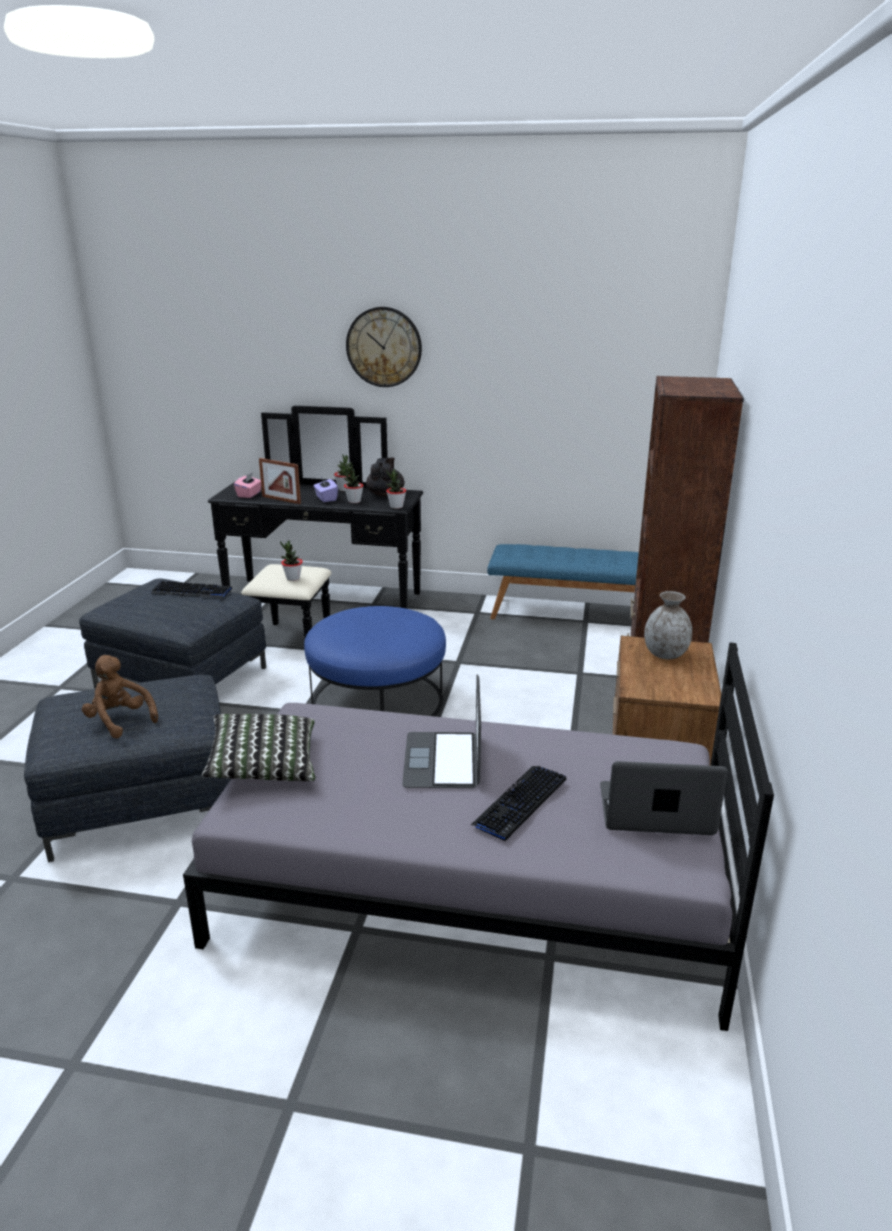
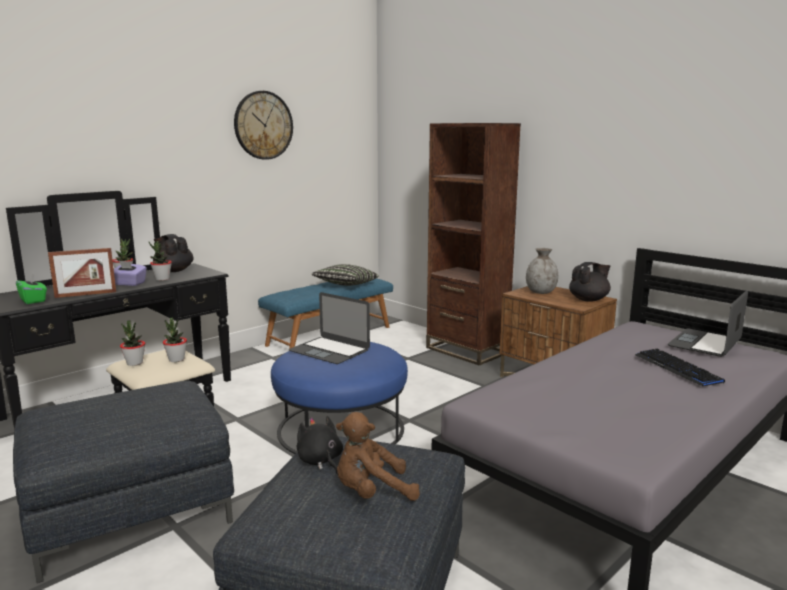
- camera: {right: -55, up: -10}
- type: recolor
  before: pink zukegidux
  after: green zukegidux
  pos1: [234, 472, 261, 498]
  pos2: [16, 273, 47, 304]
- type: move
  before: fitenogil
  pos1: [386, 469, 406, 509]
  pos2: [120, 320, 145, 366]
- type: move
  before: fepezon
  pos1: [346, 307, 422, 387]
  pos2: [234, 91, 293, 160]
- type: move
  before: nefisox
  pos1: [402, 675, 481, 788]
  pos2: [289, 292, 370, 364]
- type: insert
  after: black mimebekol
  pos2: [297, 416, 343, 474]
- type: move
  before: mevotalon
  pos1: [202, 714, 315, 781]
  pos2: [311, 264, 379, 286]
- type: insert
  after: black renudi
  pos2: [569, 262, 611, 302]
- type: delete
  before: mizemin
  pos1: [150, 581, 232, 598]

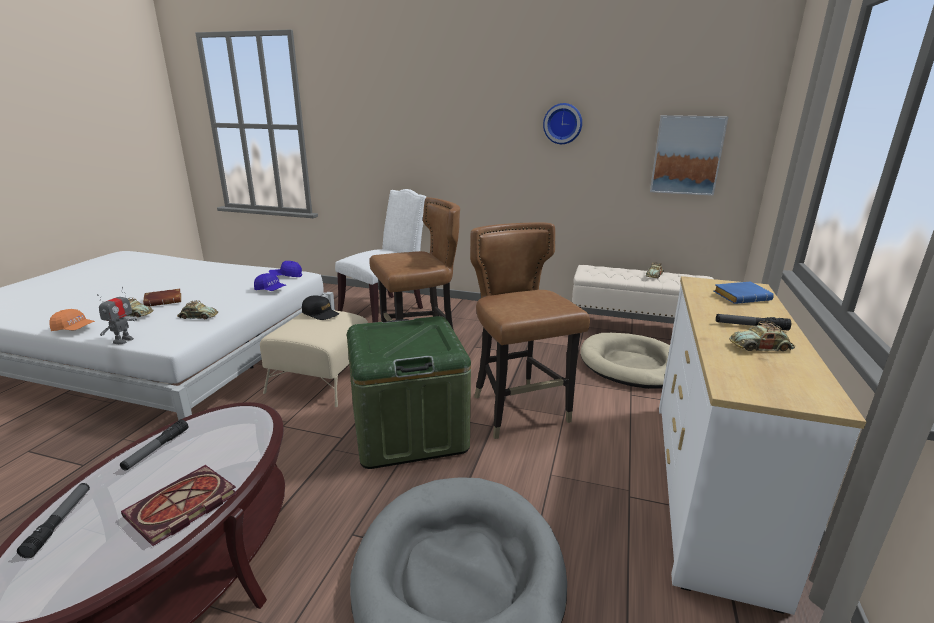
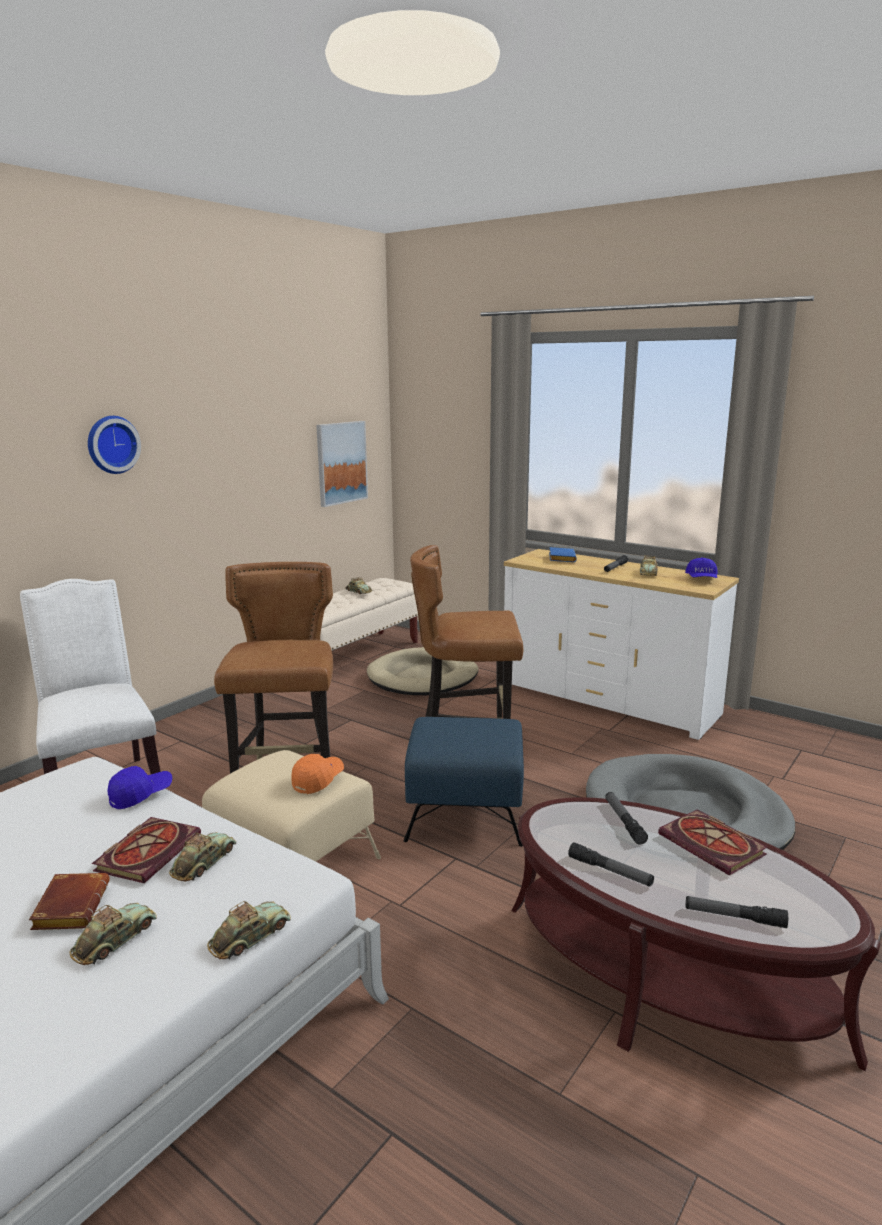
- camera: {right: -70, up: -5}
- type: move
  before: fepezon
  pos1: [543, 103, 582, 144]
  pos2: [88, 416, 141, 474]
- type: insert
  after: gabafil
  pos2: [92, 817, 201, 883]
- type: replace
  before: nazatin
  after: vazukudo
  pos1: [97, 287, 137, 344]
  pos2: [207, 901, 291, 960]
- type: move
  before: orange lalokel
  pos1: [49, 309, 95, 331]
  pos2: [291, 754, 344, 794]
- type: replace
  before: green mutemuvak
  after: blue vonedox
  pos1: [347, 316, 471, 469]
  pos2: [404, 717, 524, 847]
- type: insert
  after: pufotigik
  pos2: [605, 792, 648, 845]
- type: move
  before: blue lalokel
  pos1: [269, 261, 302, 277]
  pos2: [685, 557, 718, 578]
- type: delete
  before: black lalokel
  pos1: [302, 295, 339, 320]

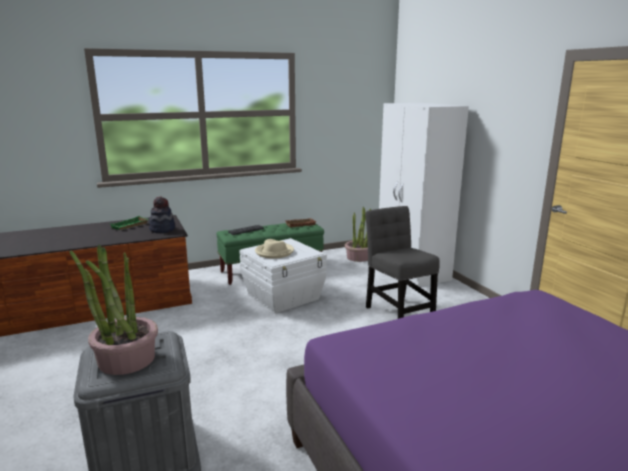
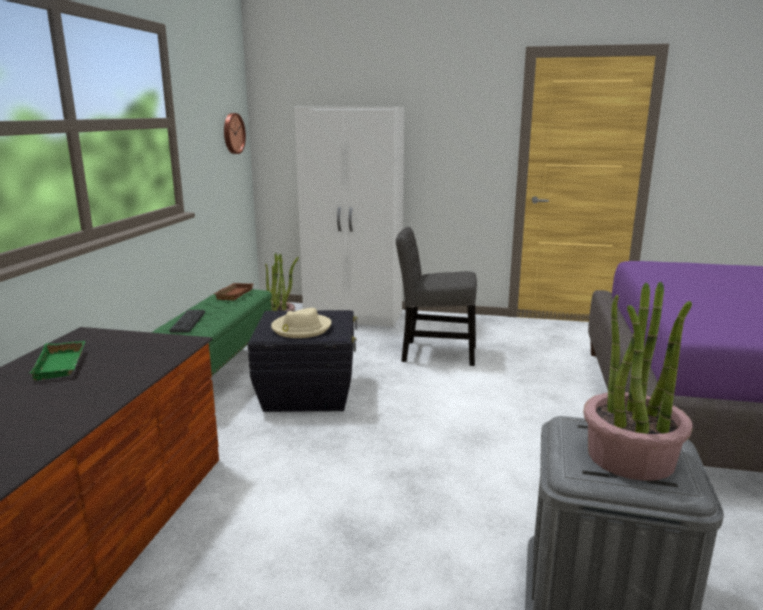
- camera: {right: -55, up: 0}
- type: insert
  after: fepezon
  pos2: [224, 113, 246, 154]
- type: recolor
  before: white mutemuvak
  after: black mutemuvak
  pos1: [239, 238, 327, 313]
  pos2: [248, 310, 357, 412]
- type: delete
  before: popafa
  pos1: [149, 197, 175, 233]

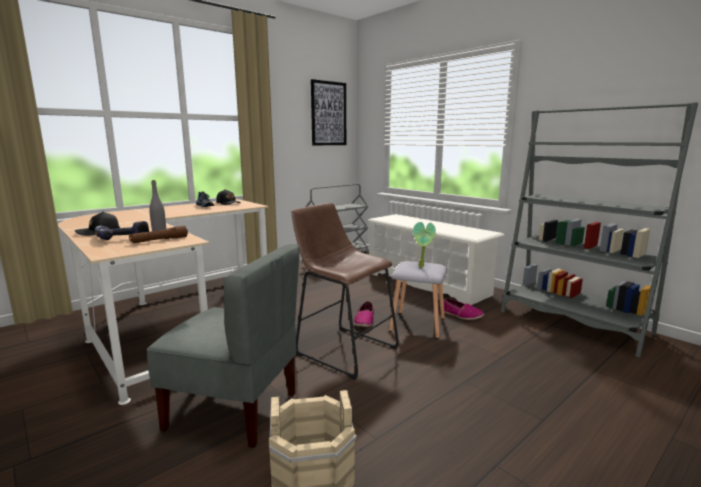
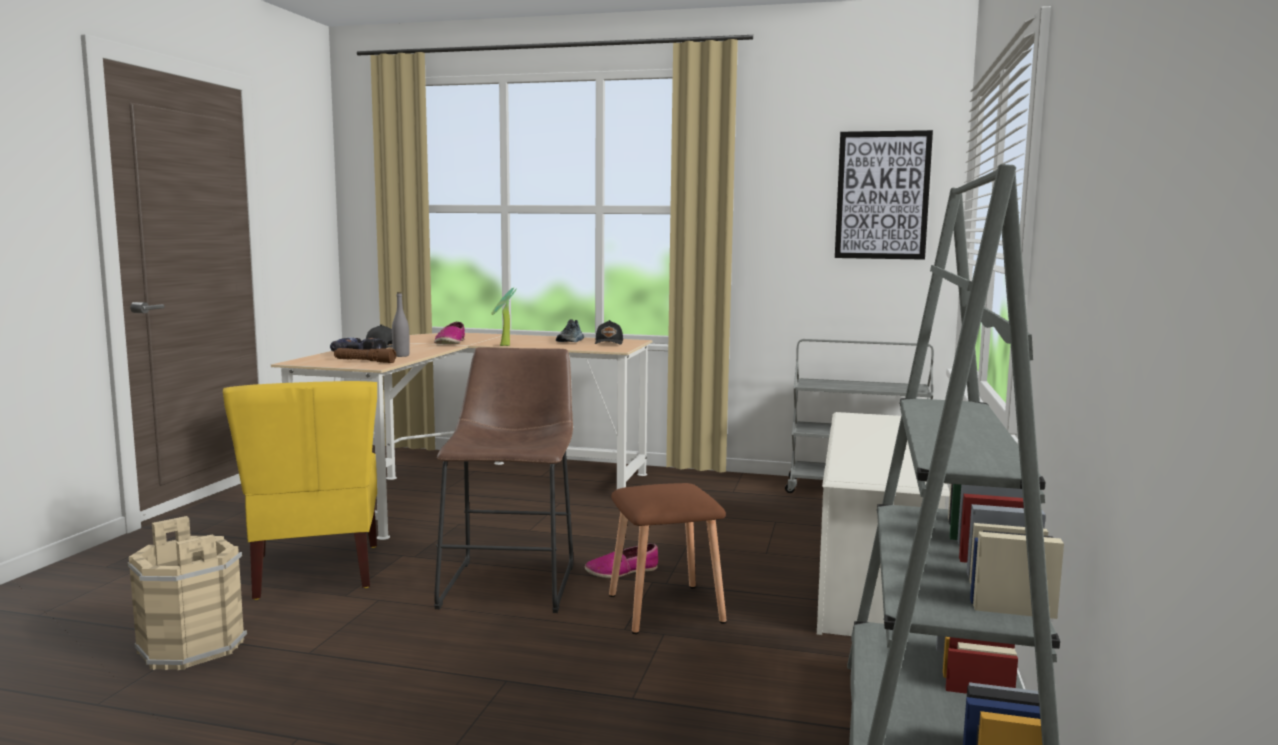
- camera: {right: 55, up: -5}
- type: recolor
  before: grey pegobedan
  after: yellow pegobedan
  pos1: [147, 244, 300, 448]
  pos2: [223, 381, 377, 600]
- type: move
  before: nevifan
  pos1: [444, 298, 484, 320]
  pos2: [434, 322, 465, 344]
- type: move
  before: fitenogil
  pos1: [413, 222, 436, 268]
  pos2: [491, 288, 517, 346]
- type: recolor
  before: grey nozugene
  after: brown nozugene
  pos1: [389, 261, 447, 339]
  pos2: [609, 483, 727, 634]

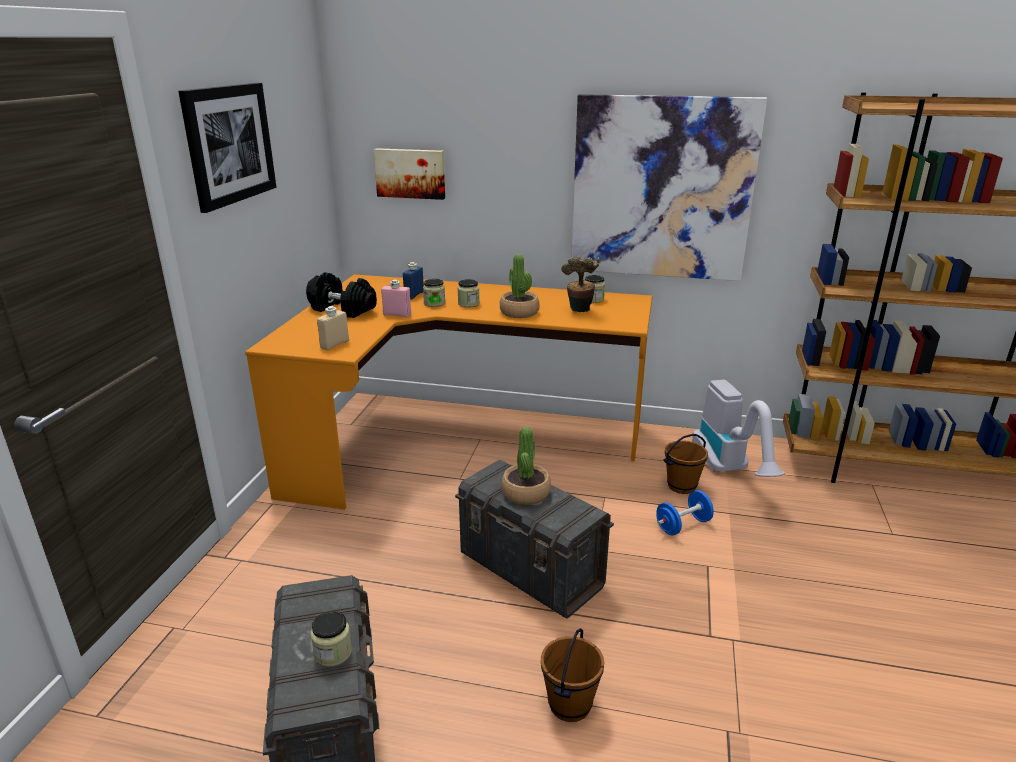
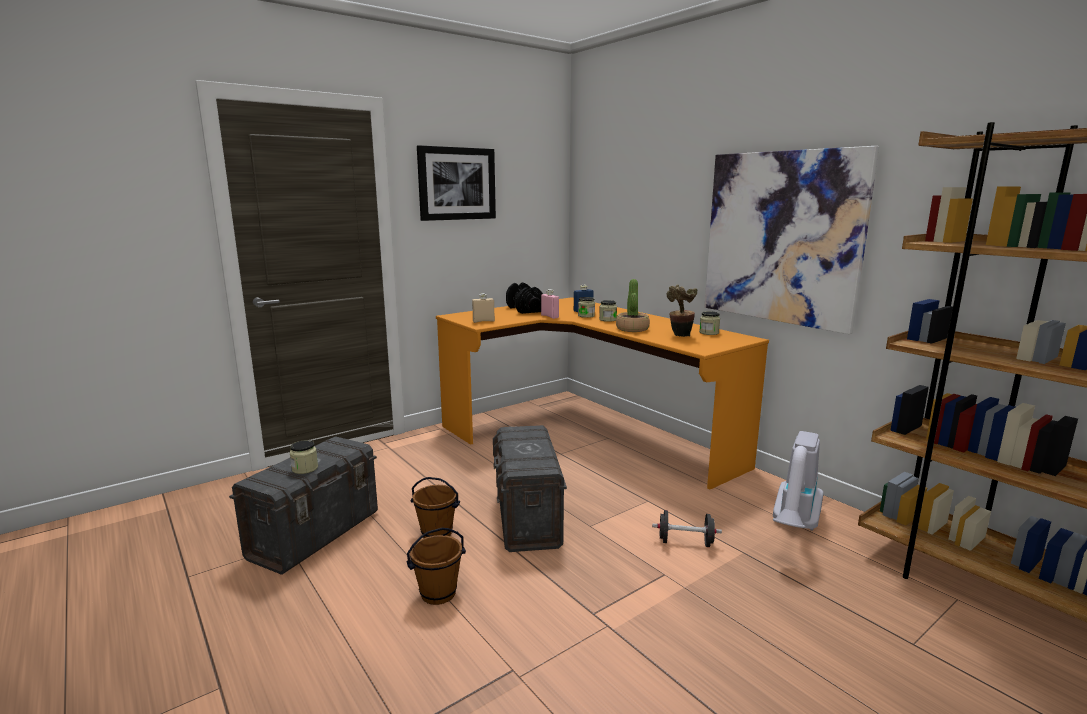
- camera: {right: 40, up: -10}
- type: move
  before: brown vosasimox
  pos1: [663, 434, 708, 494]
  pos2: [410, 477, 460, 538]
- type: recolor
  before: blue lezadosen
  after: black lezadosen
  pos1: [656, 490, 714, 535]
  pos2: [652, 510, 722, 547]
- type: delete
  before: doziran
  pos1: [373, 148, 445, 200]
- type: delete
  before: fitenogil
  pos1: [501, 427, 551, 505]

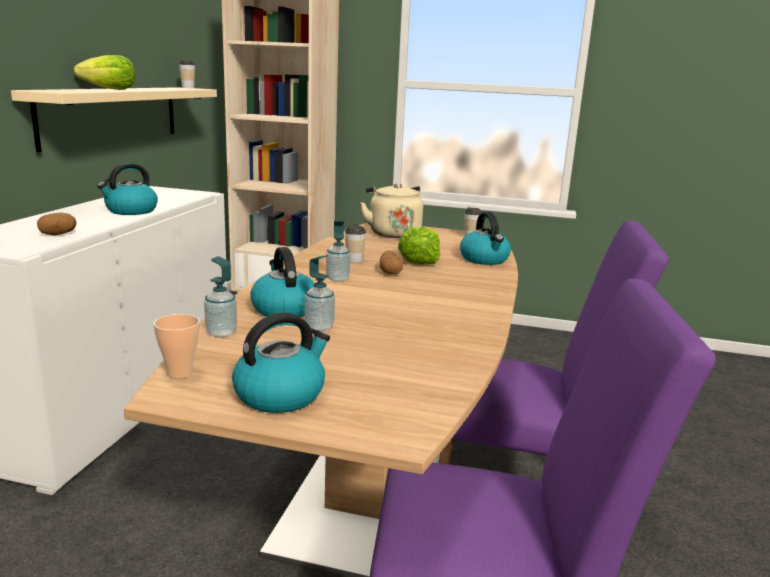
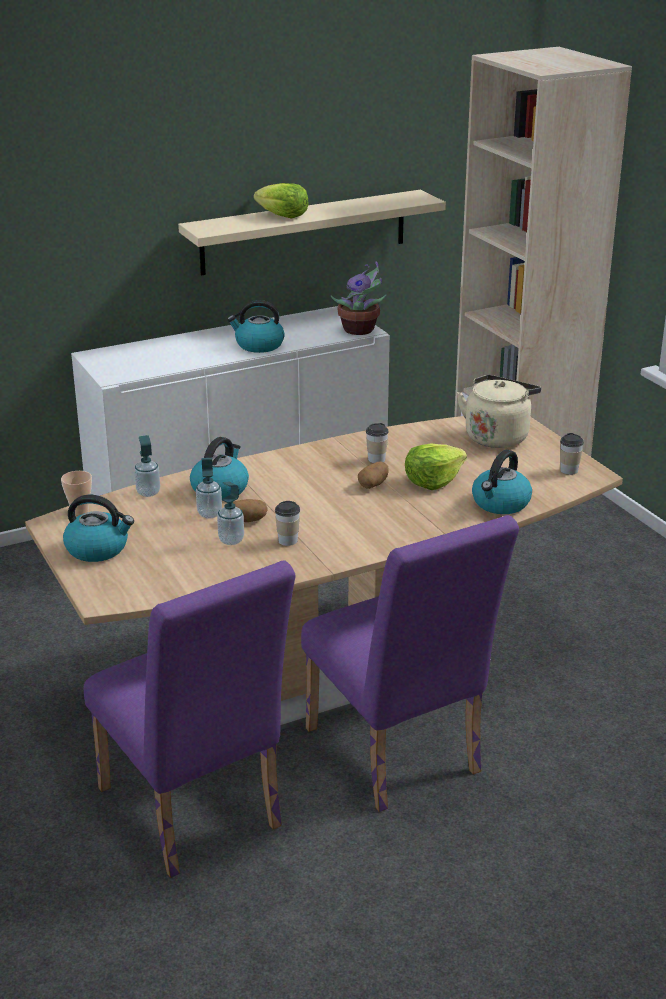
- camera: {right: 50, up: 10}
- type: move
  before: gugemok
  pos1: [326, 220, 351, 282]
  pos2: [217, 482, 244, 545]
- type: move
  before: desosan
  pos1: [37, 212, 77, 236]
  pos2: [233, 499, 268, 522]
- type: move
  before: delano
  pos1: [179, 60, 195, 88]
  pos2: [275, 501, 300, 546]
- type: insert
  after: fitenogil
  pos2: [331, 261, 386, 335]

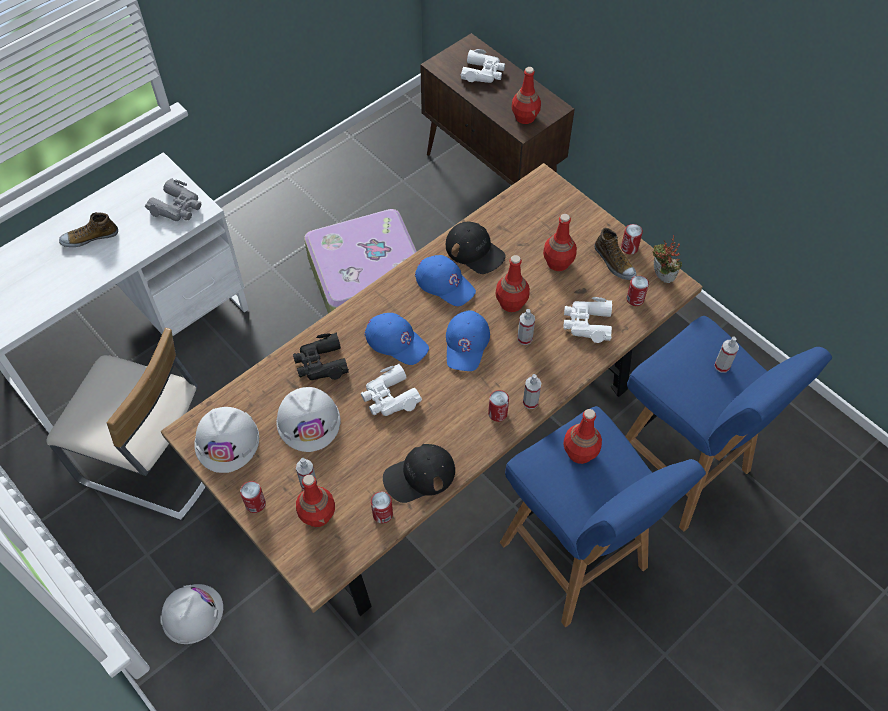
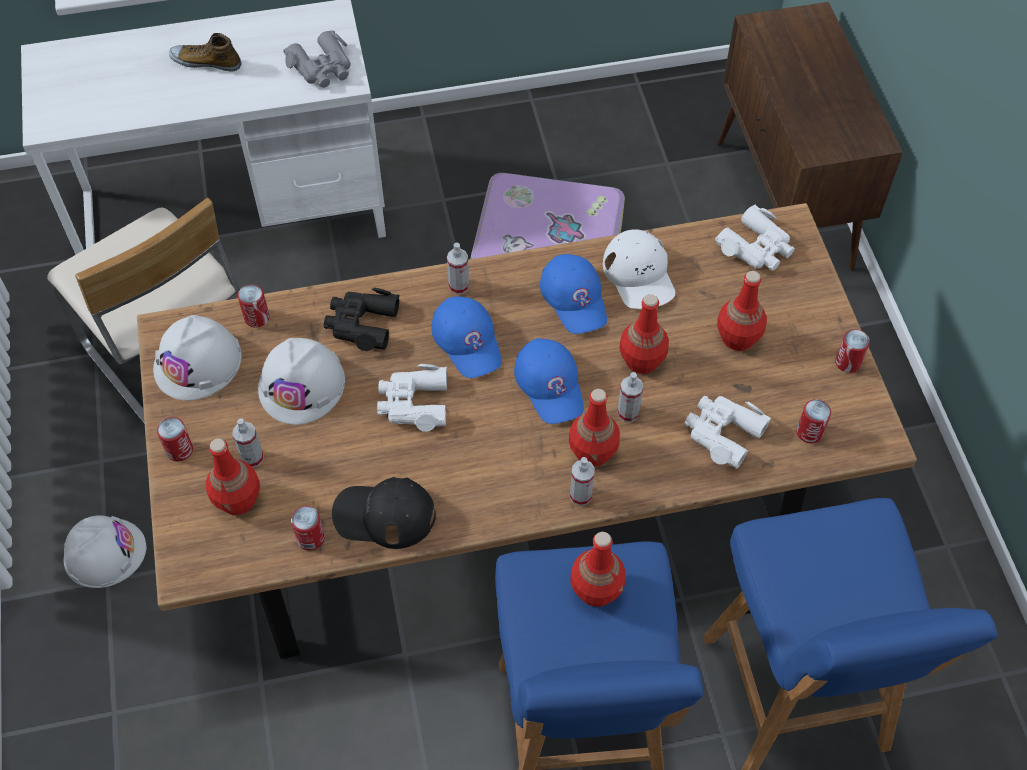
- camera: {right: 30, up: 0}
- type: move
  before: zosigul
  pos1: [488, 390, 509, 422]
  pos2: [238, 284, 270, 328]
- type: move
  before: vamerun
  pos1: [714, 337, 739, 373]
  pos2: [447, 242, 469, 294]
- type: rotate
  before: blue lalokel
  pos1: [446, 310, 490, 371]
  pos2: [514, 338, 584, 424]
  turn: -60
- type: move
  before: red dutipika
  pos1: [512, 67, 541, 124]
  pos2: [569, 389, 620, 467]
- type: recolor
  before: black lalokel
  after: white lalokel
  pos1: [446, 222, 506, 274]
  pos2: [603, 229, 675, 309]
- type: move
  before: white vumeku
  pos1: [461, 49, 505, 83]
  pos2: [715, 204, 795, 270]
- type: delete
  before: nevifan
  pos1: [594, 228, 637, 280]
- type: delete
  before: fitenogil
  pos1: [652, 235, 682, 283]

